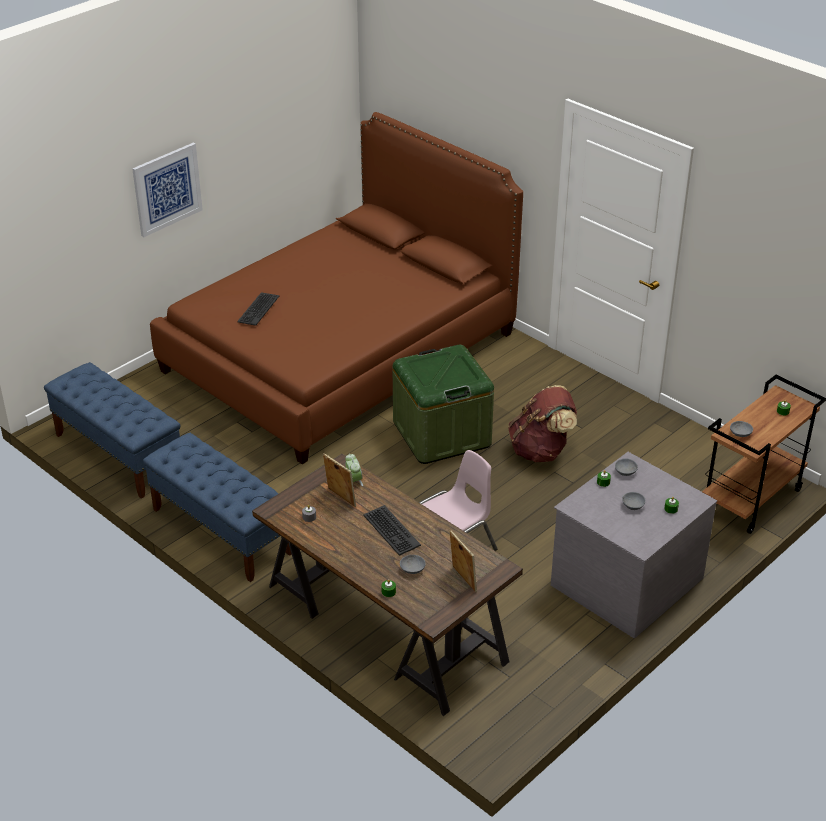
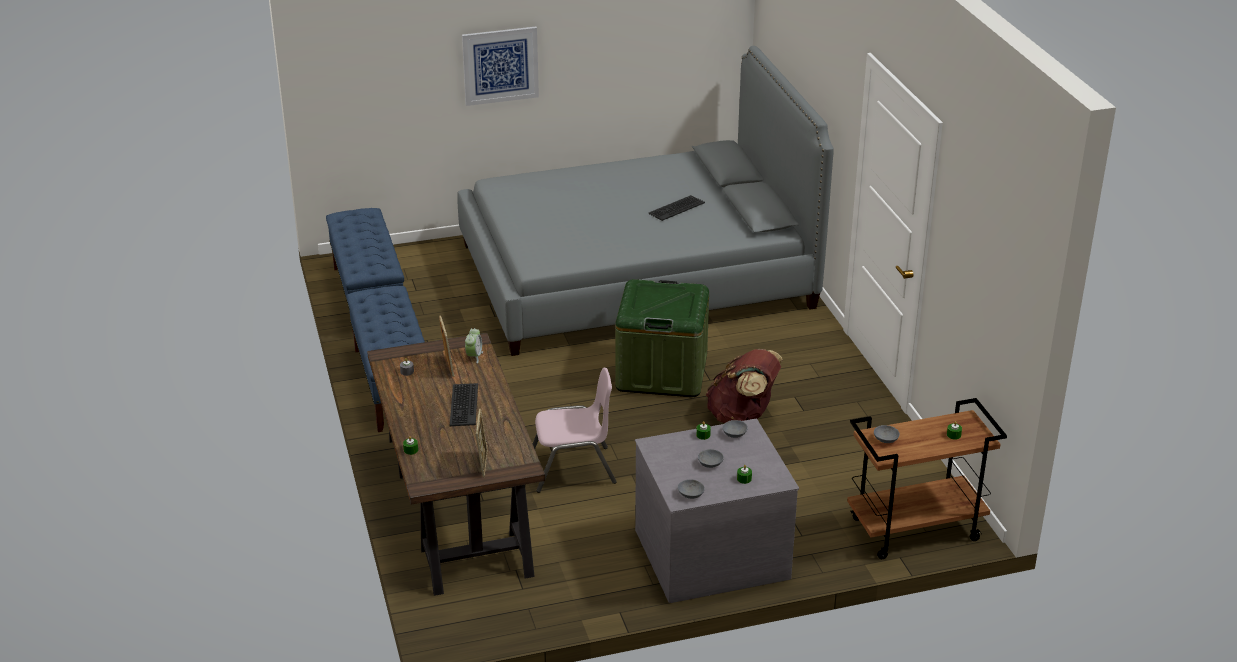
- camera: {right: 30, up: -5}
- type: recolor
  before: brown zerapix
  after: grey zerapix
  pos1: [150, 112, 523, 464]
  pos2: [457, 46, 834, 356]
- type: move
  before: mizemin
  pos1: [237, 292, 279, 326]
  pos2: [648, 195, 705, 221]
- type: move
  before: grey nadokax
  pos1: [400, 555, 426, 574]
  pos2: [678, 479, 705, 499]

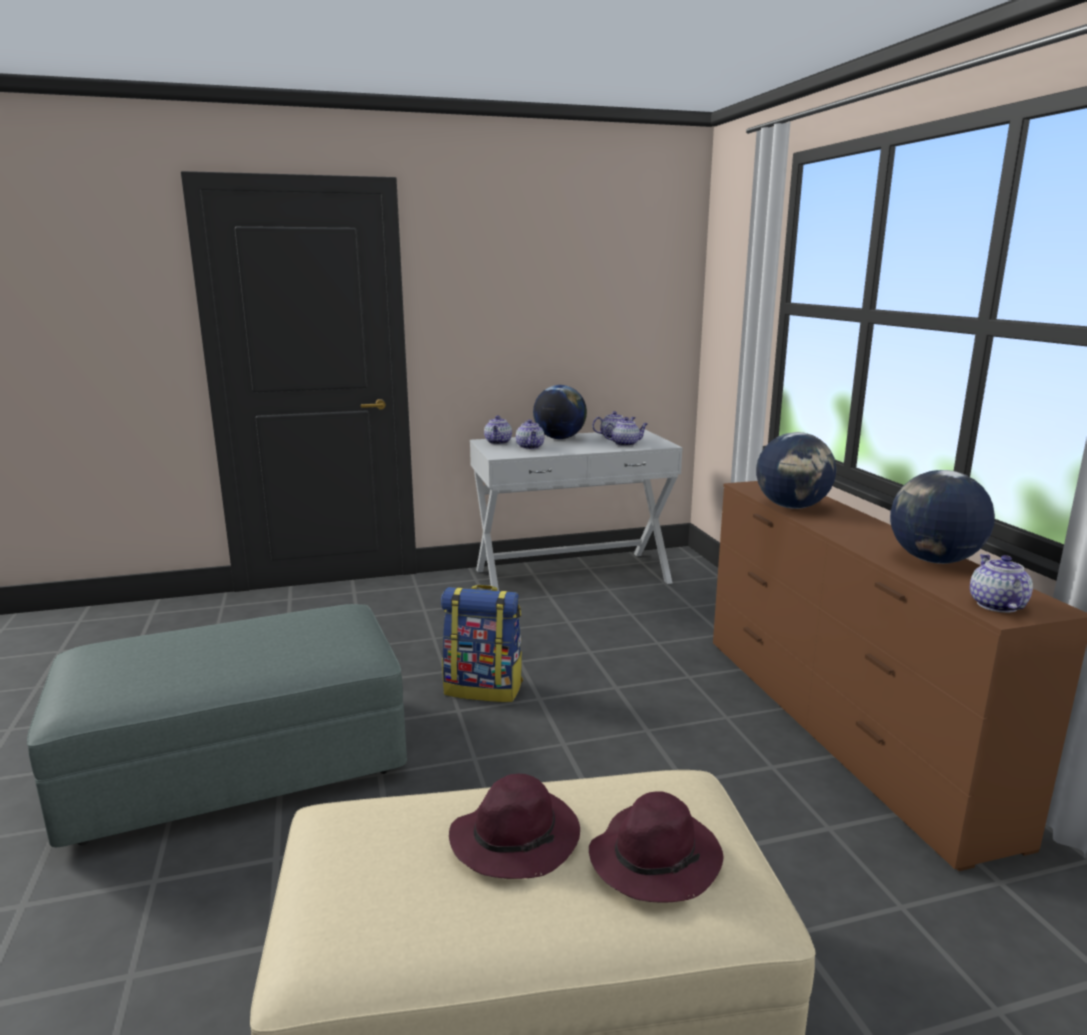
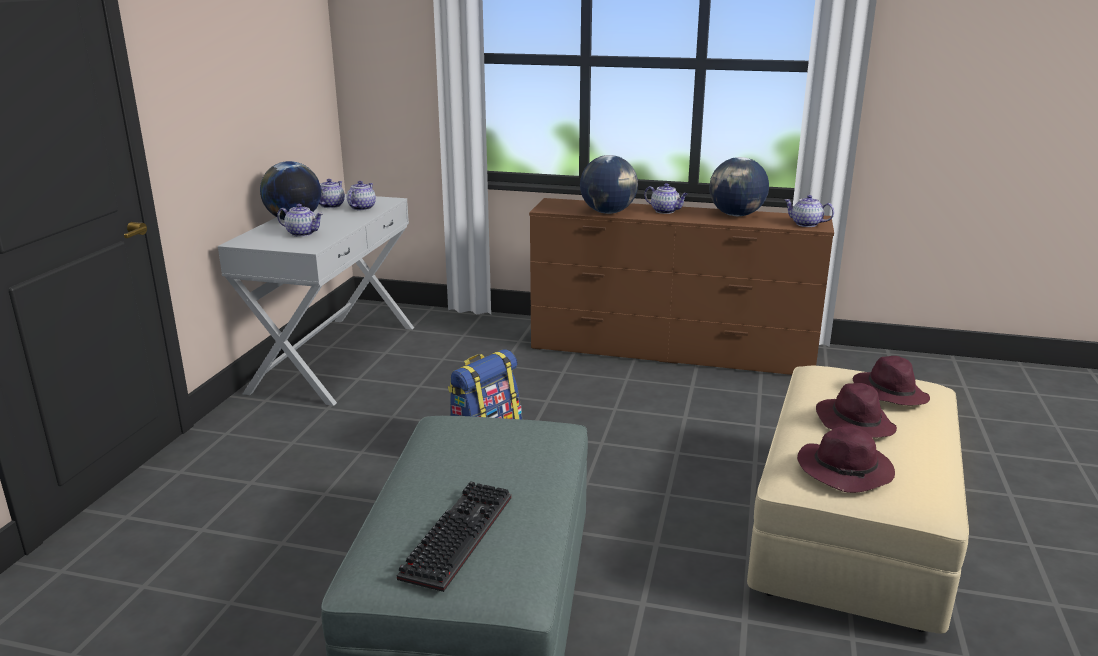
- camera: {right: -60, up: 5}
- type: insert
  after: mizemin
  pos2: [397, 481, 511, 592]
- type: move
  before: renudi
  pos1: [484, 416, 512, 445]
  pos2: [644, 183, 688, 214]
- type: insert
  after: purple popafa
  pos2: [797, 426, 895, 493]

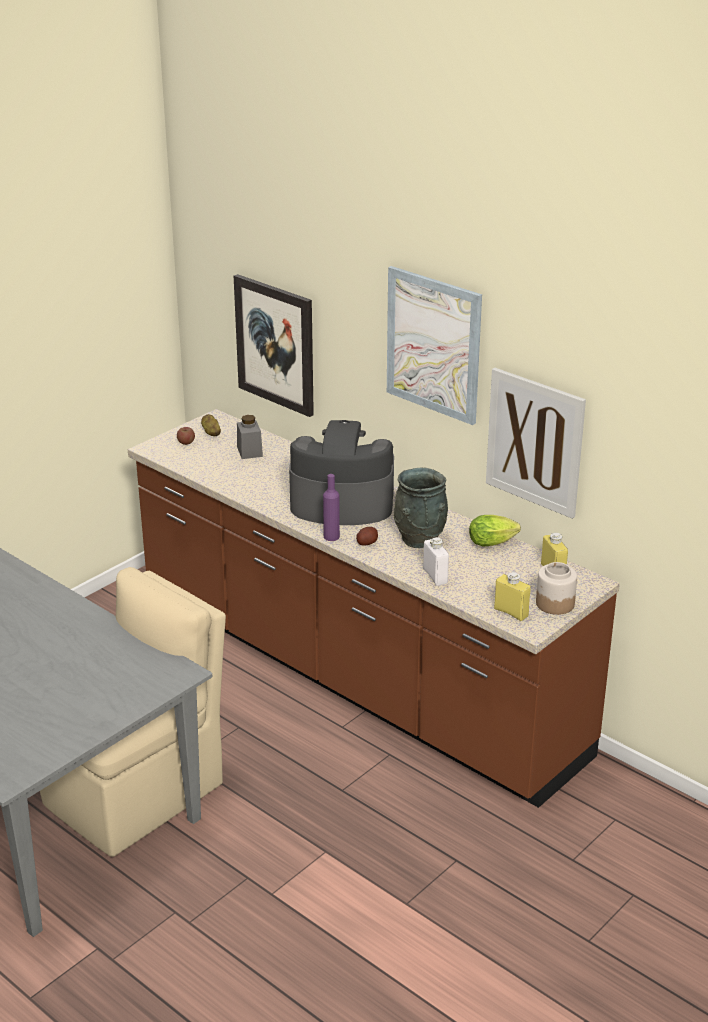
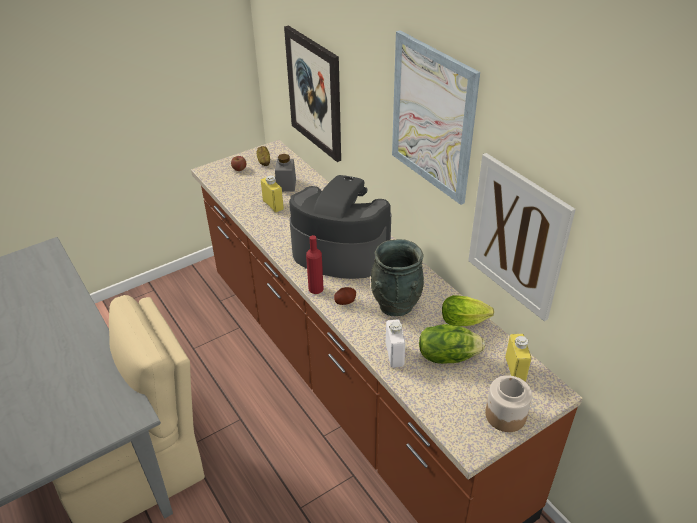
- camera: {right: 15, up: 10}
- type: move
  before: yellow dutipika
  pos1: [494, 572, 531, 621]
  pos2: [261, 175, 284, 213]
- type: recolor
  before: purple dutipika
  after: red dutipika
  pos1: [323, 474, 340, 541]
  pos2: [306, 235, 324, 294]
- type: insert
  after: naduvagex
  pos2: [419, 324, 485, 364]

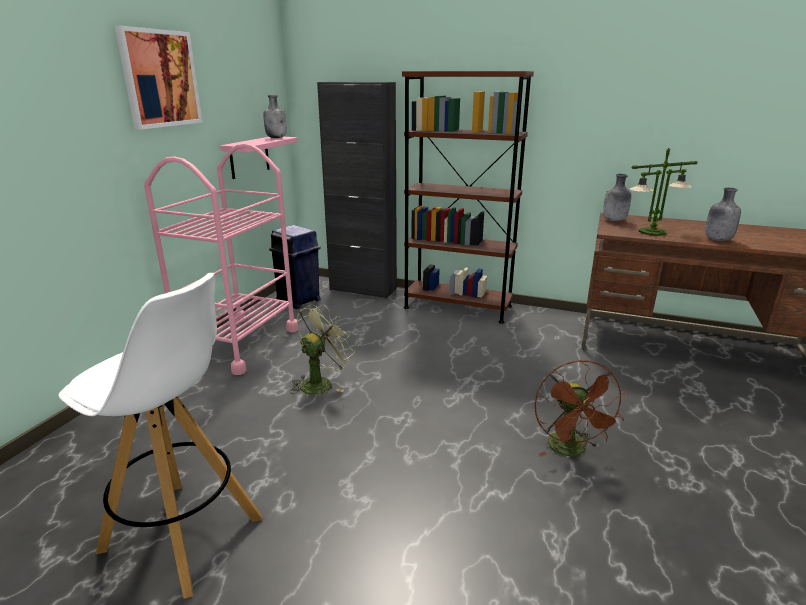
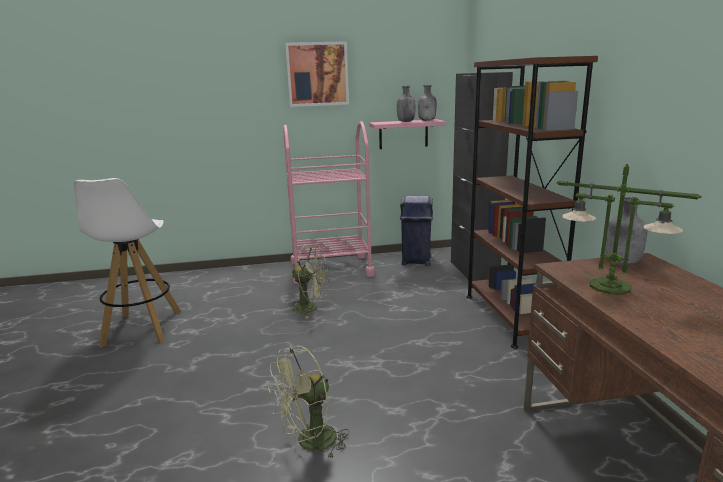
- camera: {right: 60, up: -5}
- type: recolor
  before: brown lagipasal
  after: green lagipasal
  pos1: [534, 360, 627, 457]
  pos2: [268, 346, 350, 460]
- type: move
  before: grey dutipika
  pos1: [705, 187, 741, 241]
  pos2: [397, 86, 415, 122]

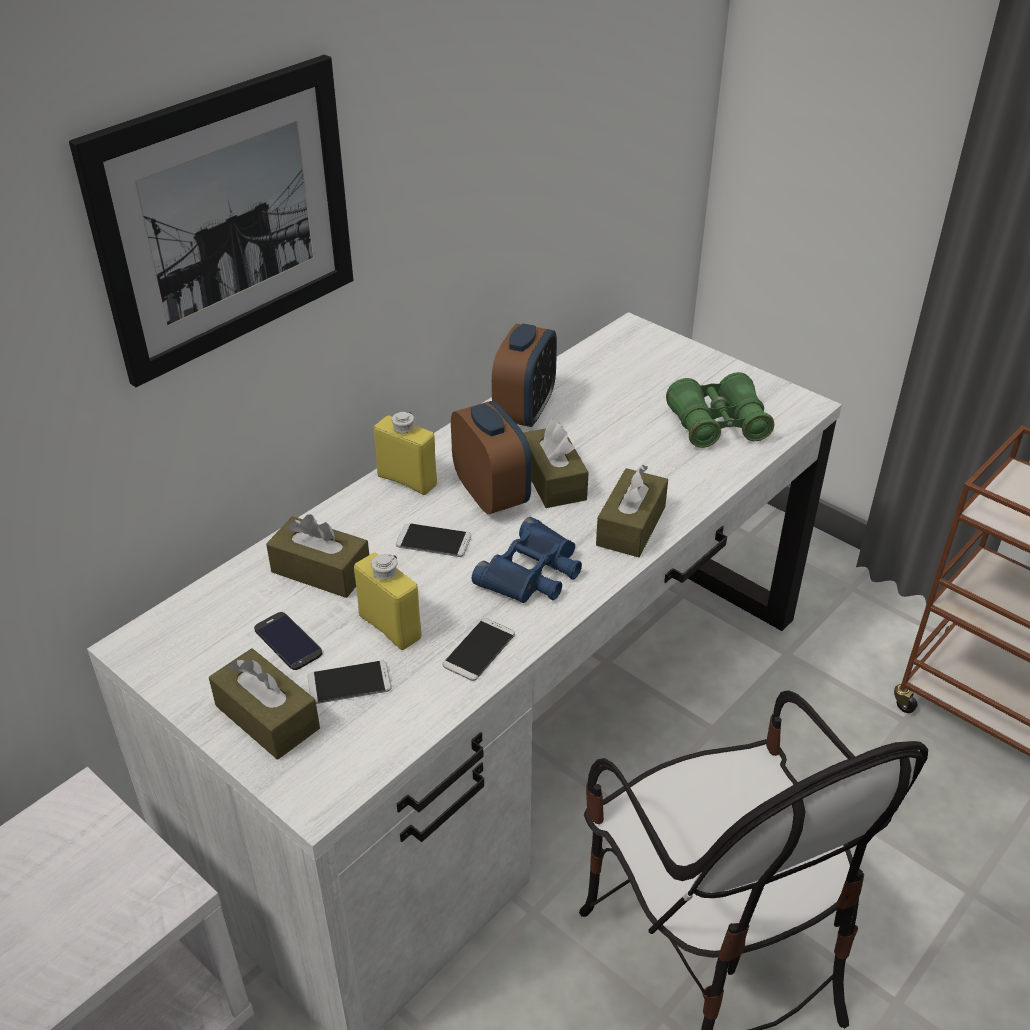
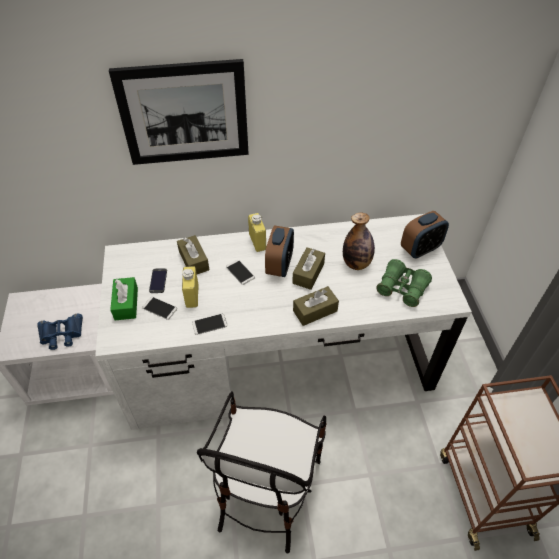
- camera: {right: 40, up: 10}
- type: move
  before: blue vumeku
  pos1: [472, 517, 582, 603]
  pos2: [37, 314, 83, 350]
- type: recolor
  before: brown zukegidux
  after: green zukegidux
  pos1: [209, 648, 320, 759]
  pos2: [110, 277, 138, 320]
- type: insert
  after: dutipika
  pos2: [343, 213, 375, 270]
- type: move
  before: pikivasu
  pos1: [492, 323, 557, 427]
  pos2: [401, 211, 449, 259]

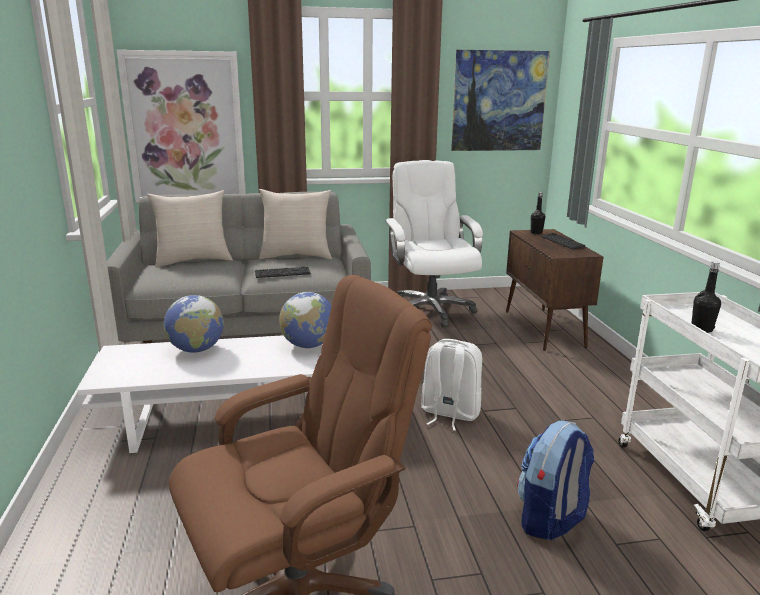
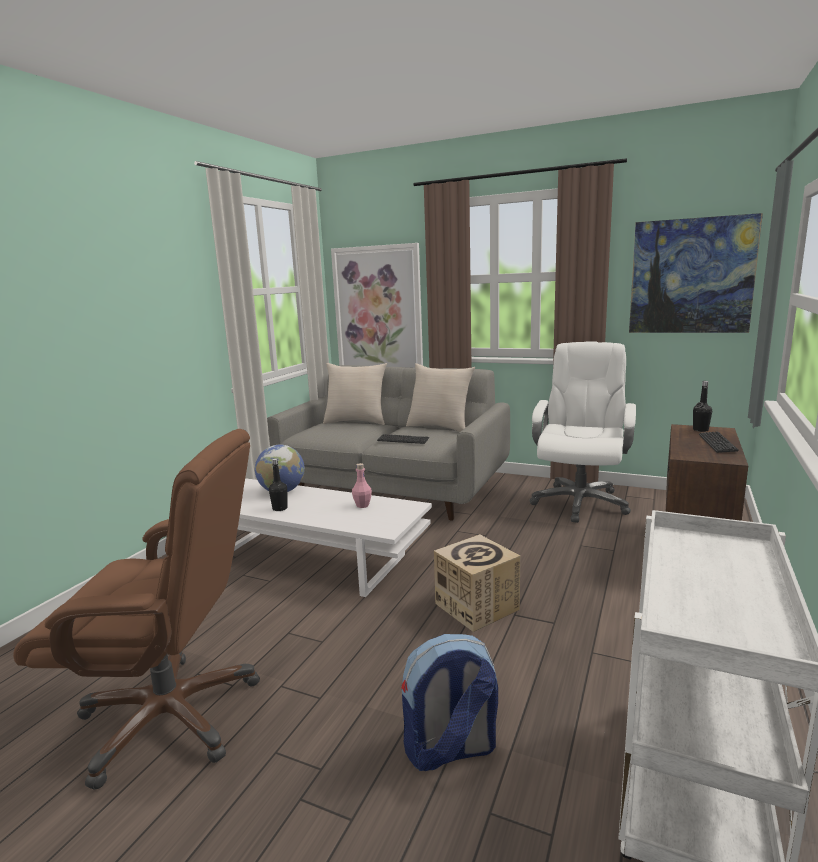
- camera: {right: 35, up: -5}
- type: move
  before: black dutipika
  pos1: [692, 261, 721, 333]
  pos2: [269, 458, 288, 511]
- type: replace
  before: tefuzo
  after: pink dutipika
  pos1: [279, 292, 332, 348]
  pos2: [352, 463, 372, 508]
- type: replace
  before: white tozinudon
  after: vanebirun
  pos1: [421, 339, 482, 431]
  pos2: [434, 534, 520, 632]

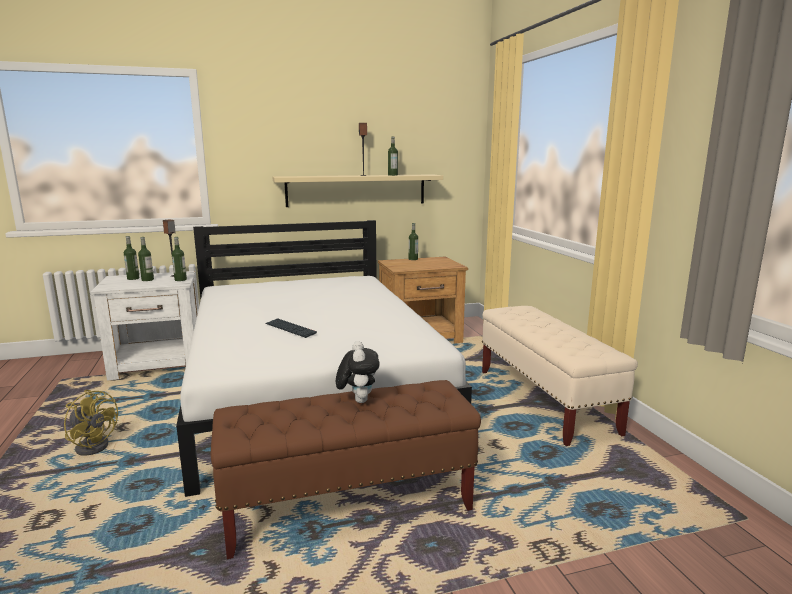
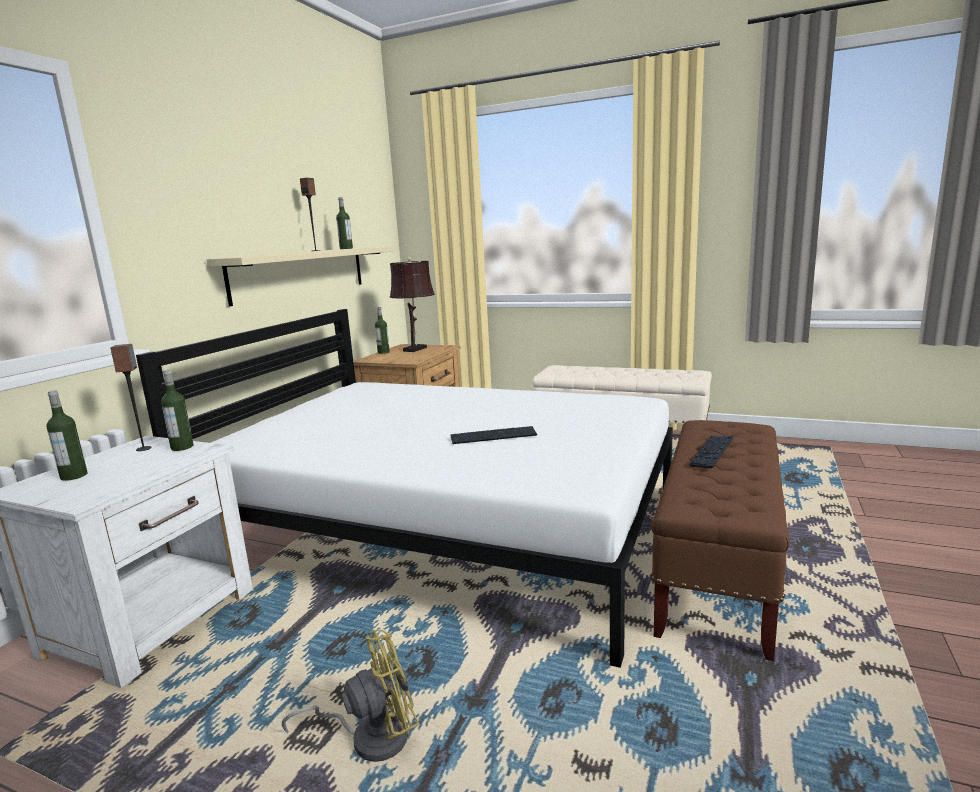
- camera: {right: -50, up: 0}
- type: insert
  after: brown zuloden
  pos2: [390, 257, 435, 352]
- type: replace
  before: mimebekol
  after: mizemin
  pos1: [336, 341, 380, 403]
  pos2: [689, 436, 734, 469]
- type: delete
  before: dutipika
  pos1: [138, 237, 154, 281]

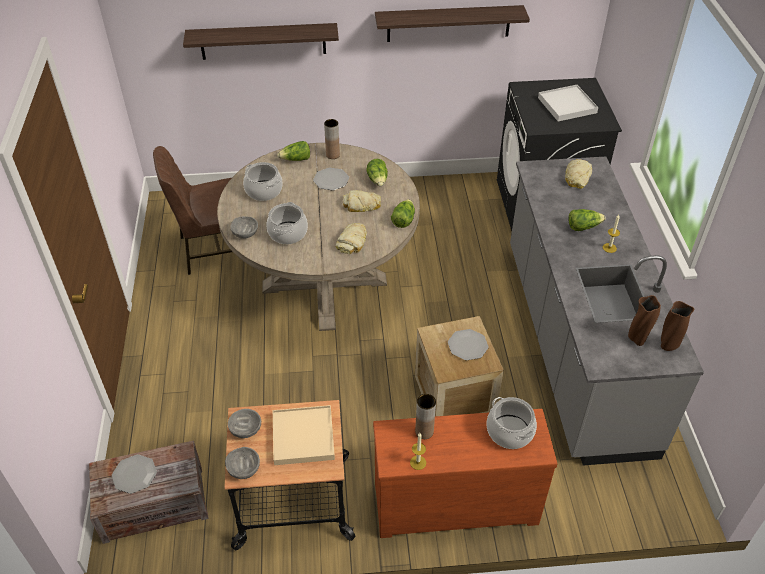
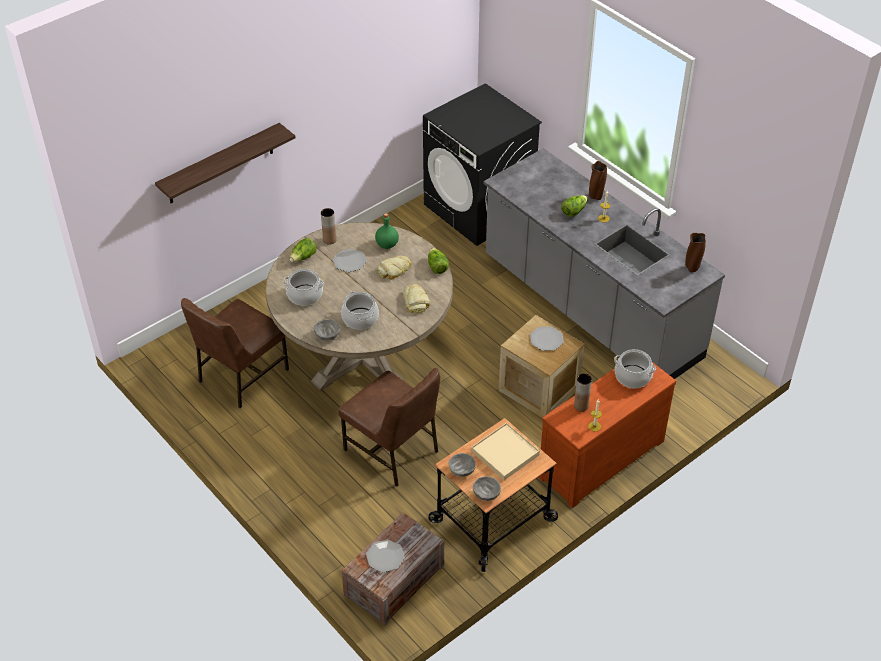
- camera: {right: -35, up: 0}
- type: insert
  after: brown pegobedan
  pos2: [338, 368, 440, 487]
- type: replace
  before: naduvagex
  after: green dutipika
  pos1: [366, 159, 388, 187]
  pos2: [375, 213, 399, 249]
- type: move
  before: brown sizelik
  pos1: [628, 295, 661, 346]
  pos2: [589, 161, 607, 200]
- type: delete
  before: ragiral
  pos1: [375, 5, 530, 42]
- type: delete
  before: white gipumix
  pos1: [538, 85, 598, 121]
- type: delete
  before: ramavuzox
  pos1: [565, 159, 592, 189]

